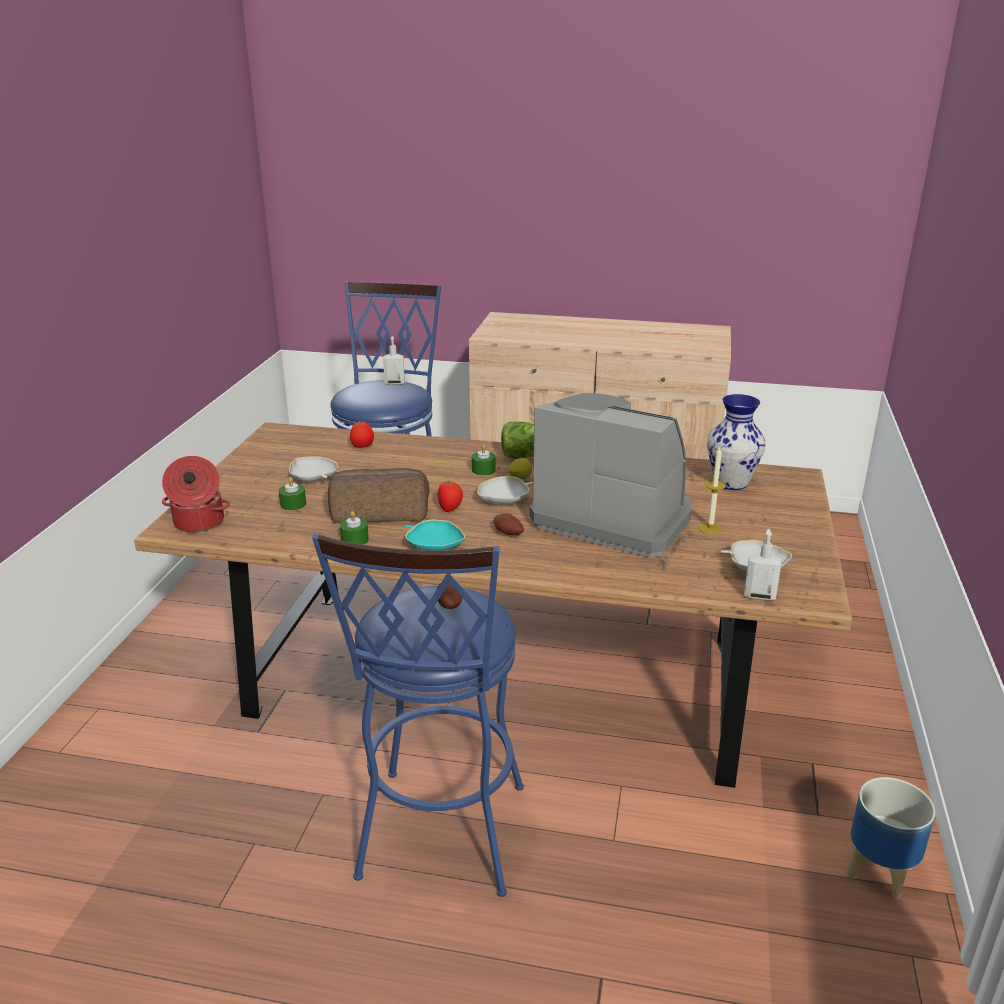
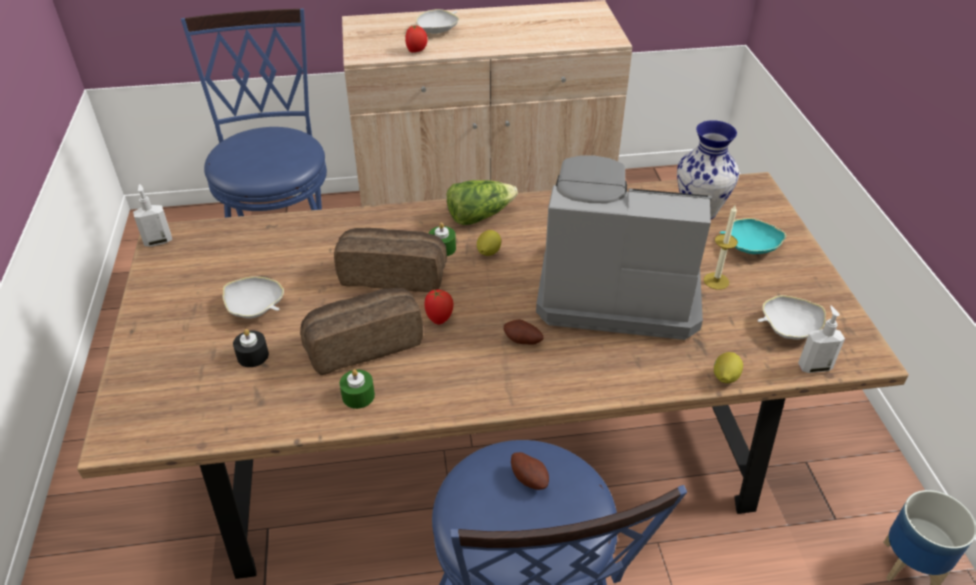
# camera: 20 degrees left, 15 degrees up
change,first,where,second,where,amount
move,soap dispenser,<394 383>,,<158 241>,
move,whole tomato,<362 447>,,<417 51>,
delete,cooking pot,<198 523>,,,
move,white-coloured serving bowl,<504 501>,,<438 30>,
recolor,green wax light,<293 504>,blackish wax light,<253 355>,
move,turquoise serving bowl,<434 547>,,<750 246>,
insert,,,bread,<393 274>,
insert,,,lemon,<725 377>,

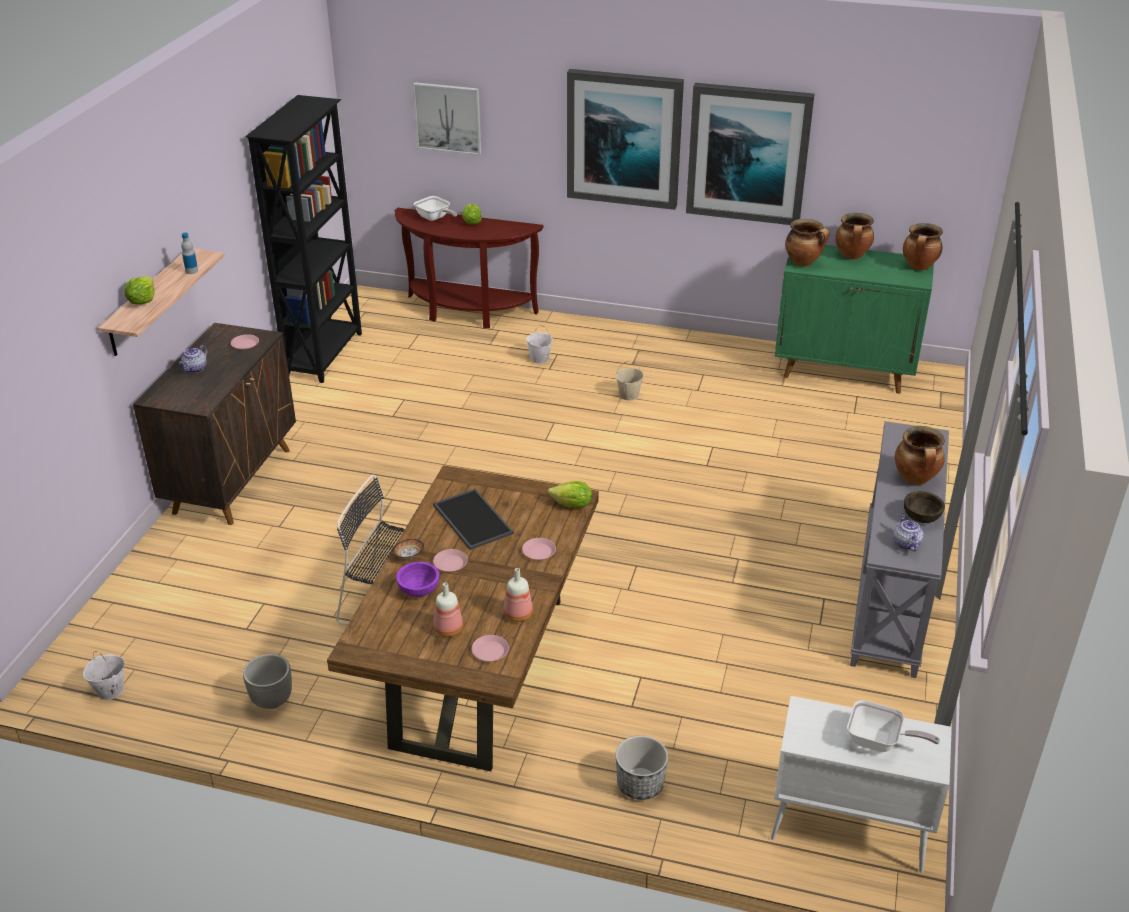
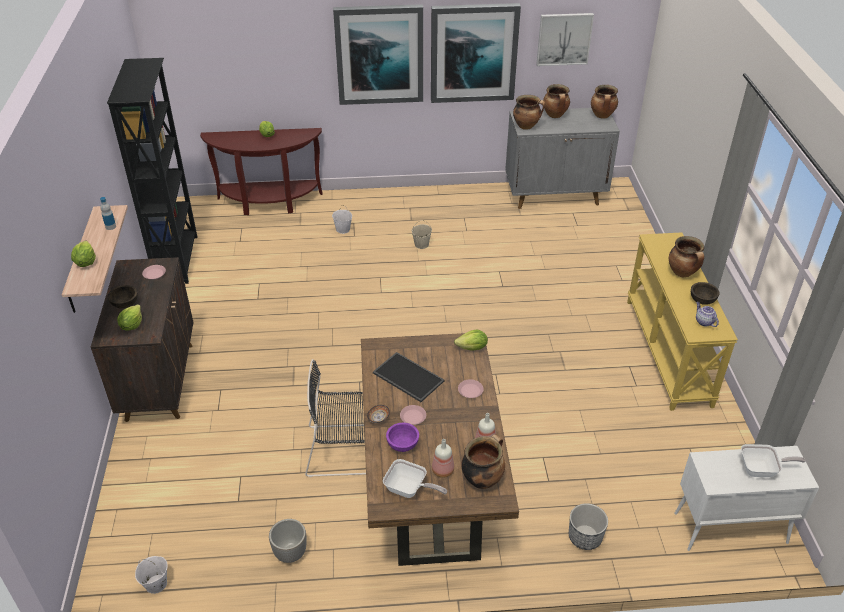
# camera: 20 degrees left, 5 degrees up
change,first,where,second,where,amount
move,picture,<448 118>,,<564 39>,
move,pan,<435 218>,,<409 490>,
recolor,green cupboard,<845 370>,grey cupboard,<555 195>,
replace,pot for tea,<195 369>,brown-coloured serving bowl,<125 304>,
recolor,grey hall table,<892 594>,yellowish hall table,<669 351>,
replace,pink-coloured dinner plate,<490 651>,cooking pot,<482 479>,
insert,,,lettuce,<132 325>,

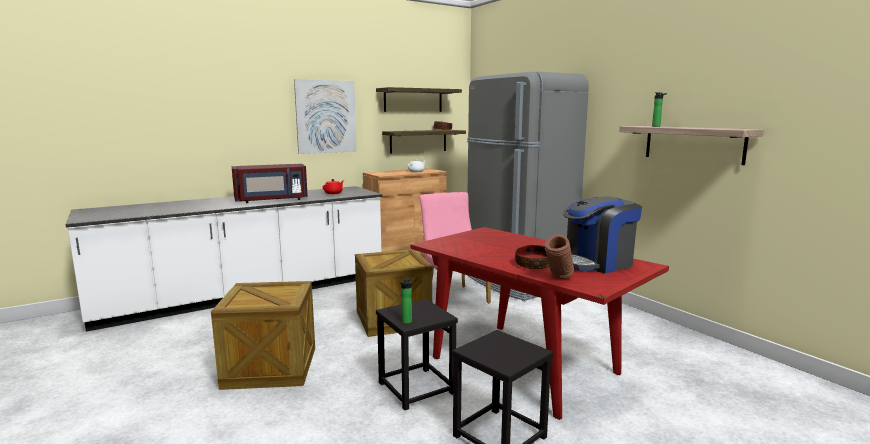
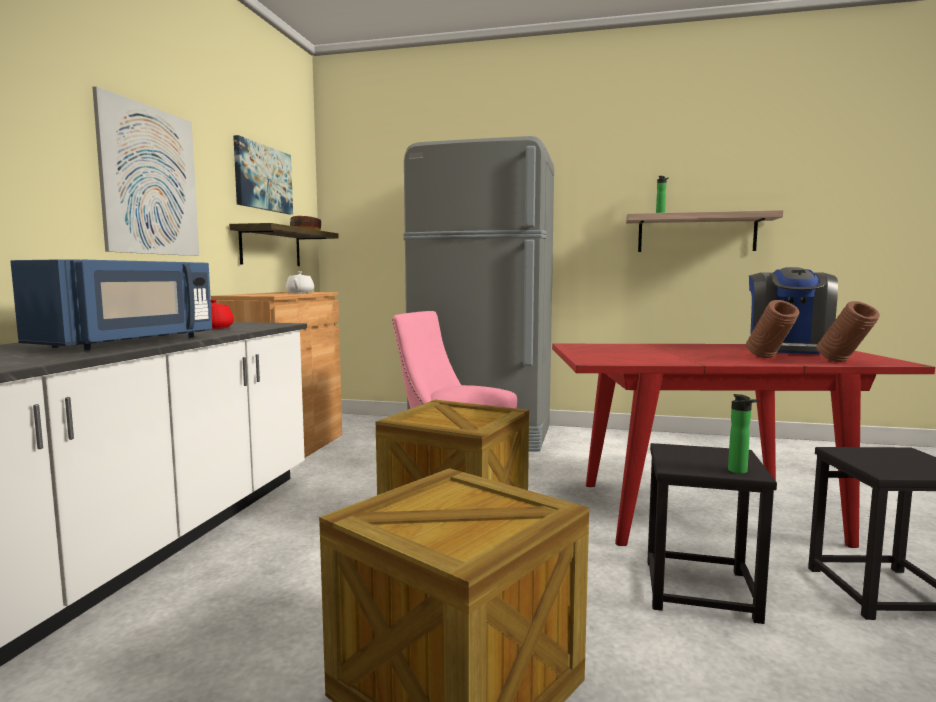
# camera: 45 degrees left, 5 degrees down
change,first,where,second,where,amount
replace,shelf,<413 100>,picture,<263 178>,
recolor,red microwave,<271 200>,bluish microwave,<130 342>,
replace,serving bowl,<533 265>,brown-coloured decorative vase,<769 358>,

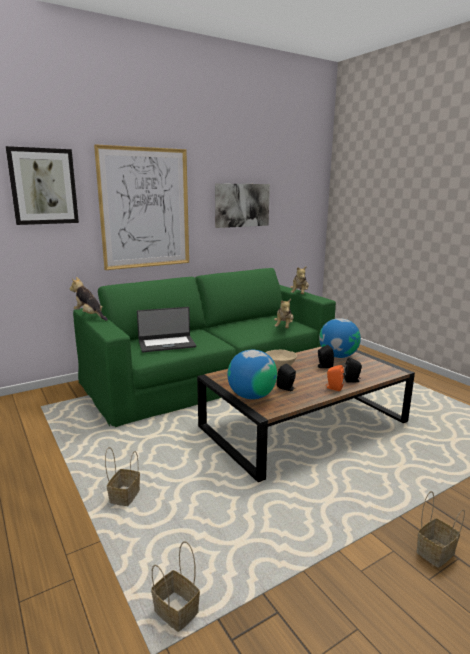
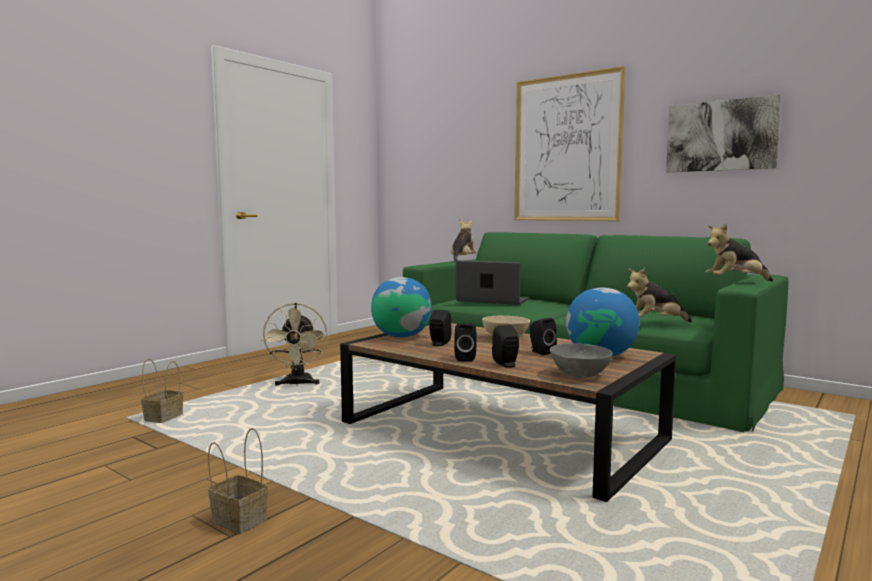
# camera: 70 degrees right, 10 degrees down
change,first,where,second,where,amount
delete,picture,<43 186>,,,
rotate,laptop,<166 344>,,<492 300>,150 degrees clockwise
recolor,orange audio speaker,<333 388>,blackish audio speaker,<465 358>,
replace,basket,<124 496>,beige cooling fan,<297 384>,
insert,,,grey serving bowl,<580 375>,

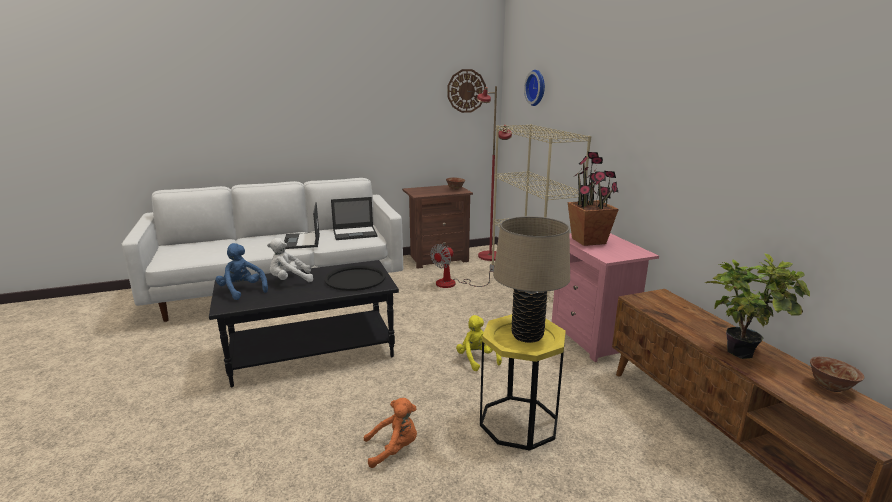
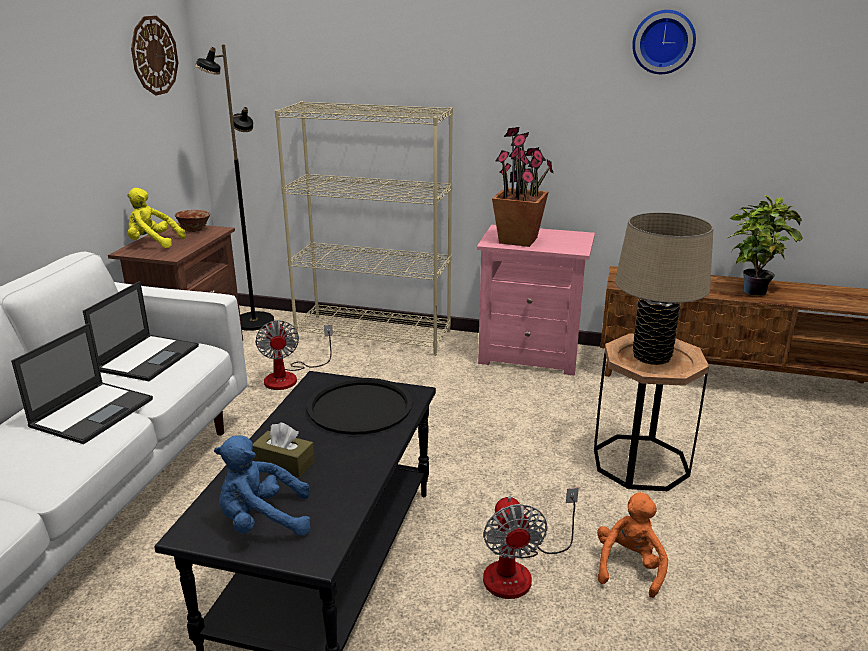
# camera: 55 degrees left, 5 degrees up
change,first,where,second,where,amount
move,hanging clock,<537 87>,,<663 42>,
recolor,red standard lamp,<490 256>,blackish standard lamp,<253 322>,
rotate,laptop,<301 241>,,<93 412>,90 degrees counterclockwise
replace,white-coloured cuddly toy,<290 280>,brown-coloured box of tissues,<284 463>,
recolor,yellowish accent table,<518 422>,brown-coloured accent table,<640 462>,
move,yellowish cuddly toy,<477 359>,,<153 243>,
delete,serving bowl,<830 386>,,,
insert,,,cooling fan,<519 570>,

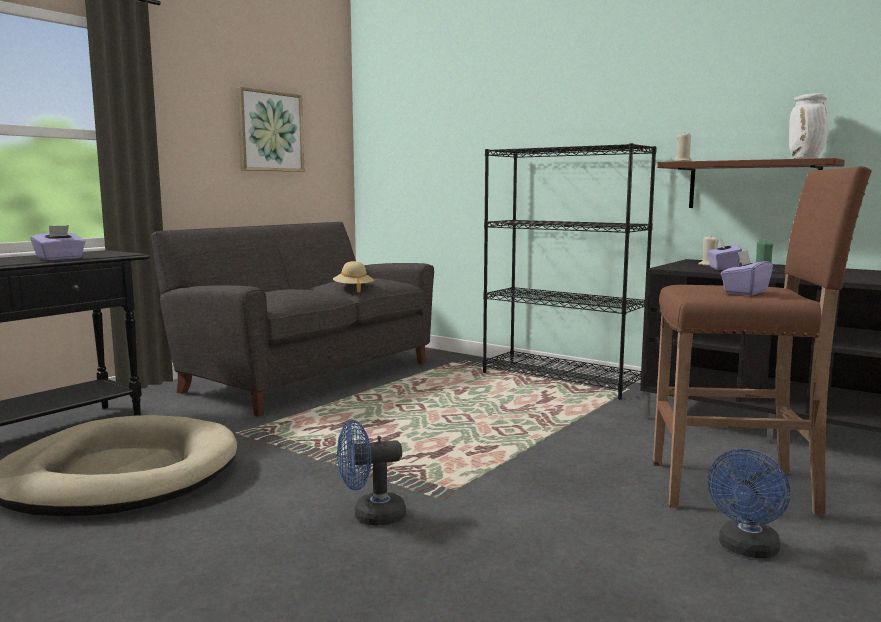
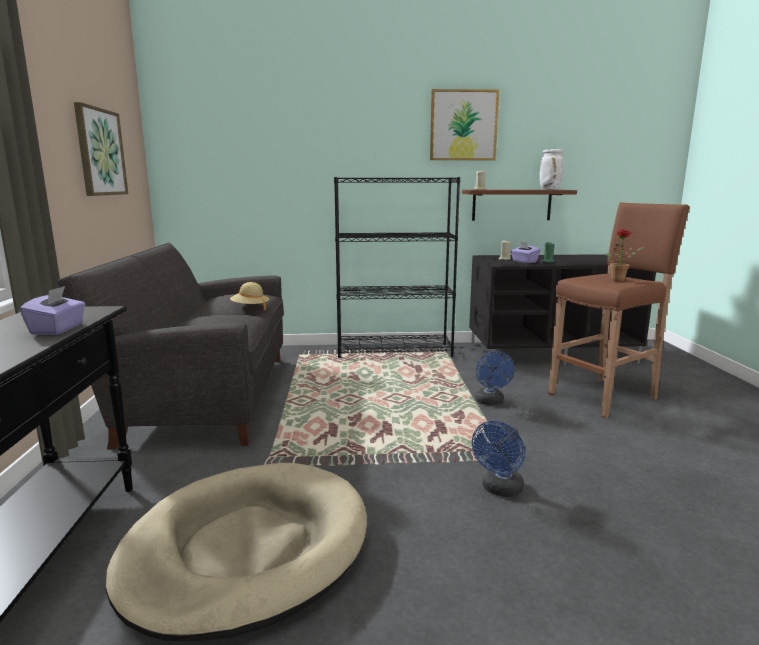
# camera: 40 degrees left, 5 degrees up
change,first,where,second,where,amount
replace,purple box of tissues,<745 292>,potted plant,<620 280>,
move,bluish cooling fan,<746 550>,,<490 402>,
insert,,,picture,<463 125>,

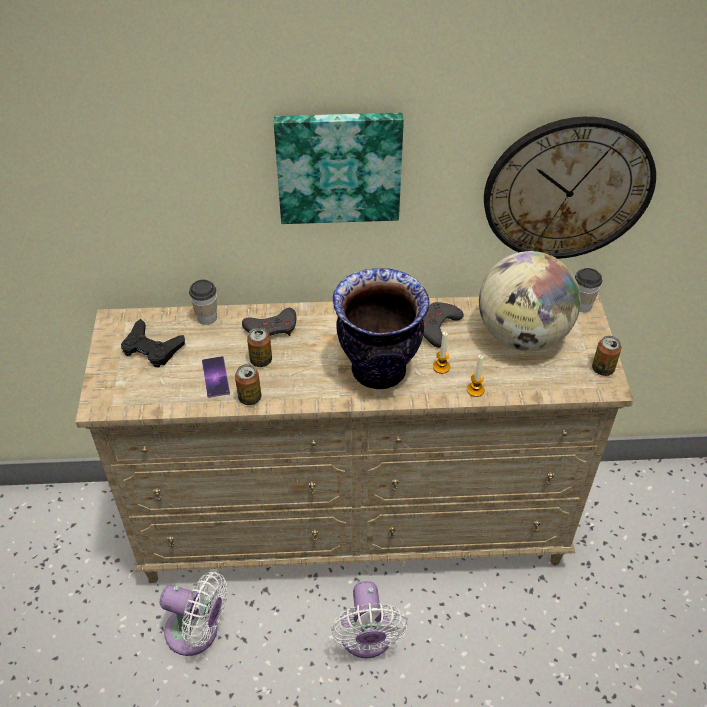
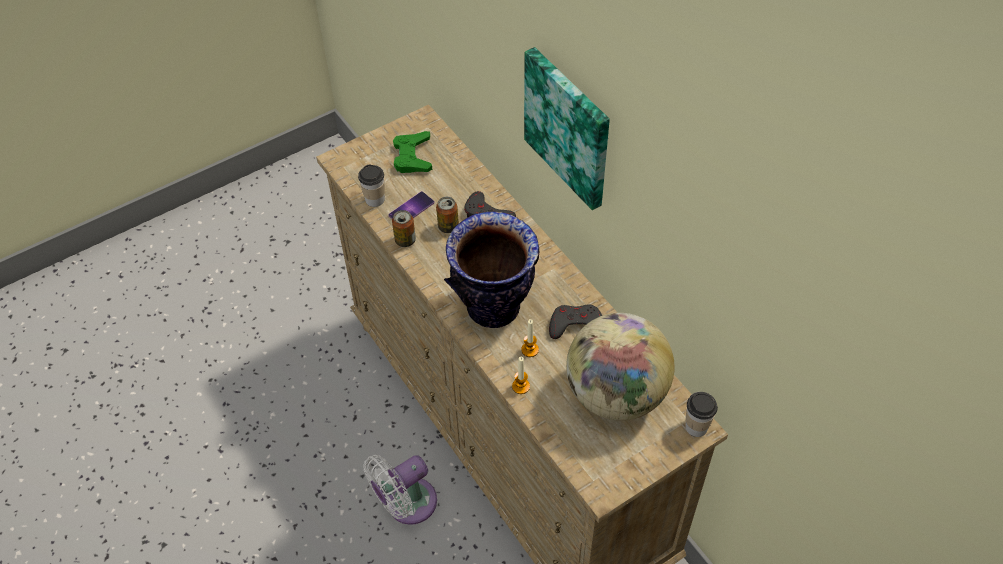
# camera: 60 degrees right, 5 degrees up
change,first,where,second,where,amount
delete,hanging clock,<567 189>,,,
move,small cup,<207 317>,,<375 199>,
recolor,blackish joypad,<152 348>,green joypad,<412 156>,
delete,metal can,<602 369>,,,
delete,white-coloured cooling fan,<197 632>,,,

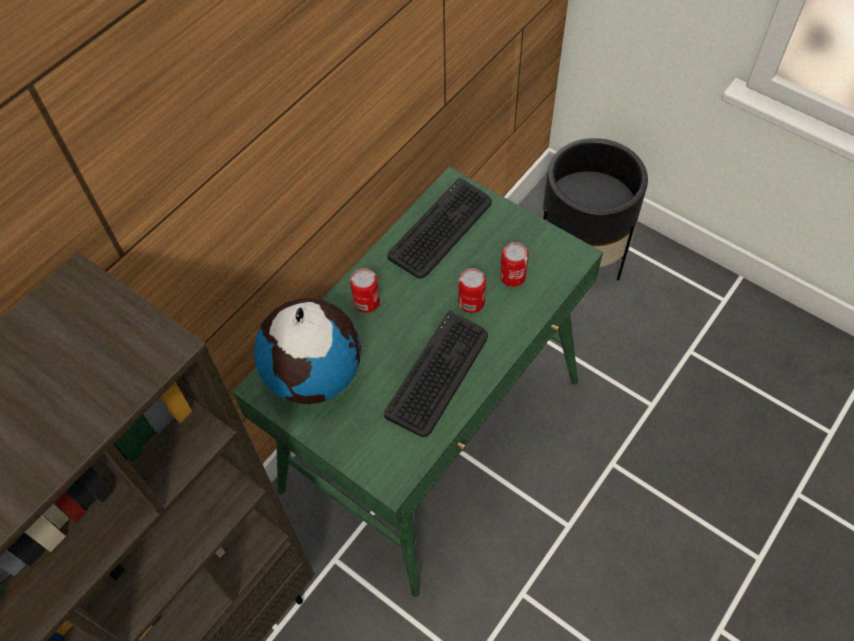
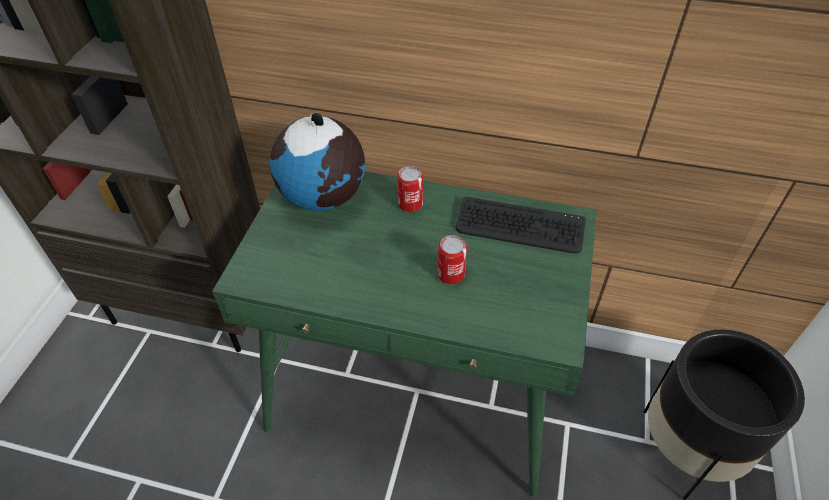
# camera: 65 degrees right, 10 degrees down
change,first,where,second,where,amount
delete,metal can,<512 277>,,,
delete,PC keyboard,<438 374>,,,

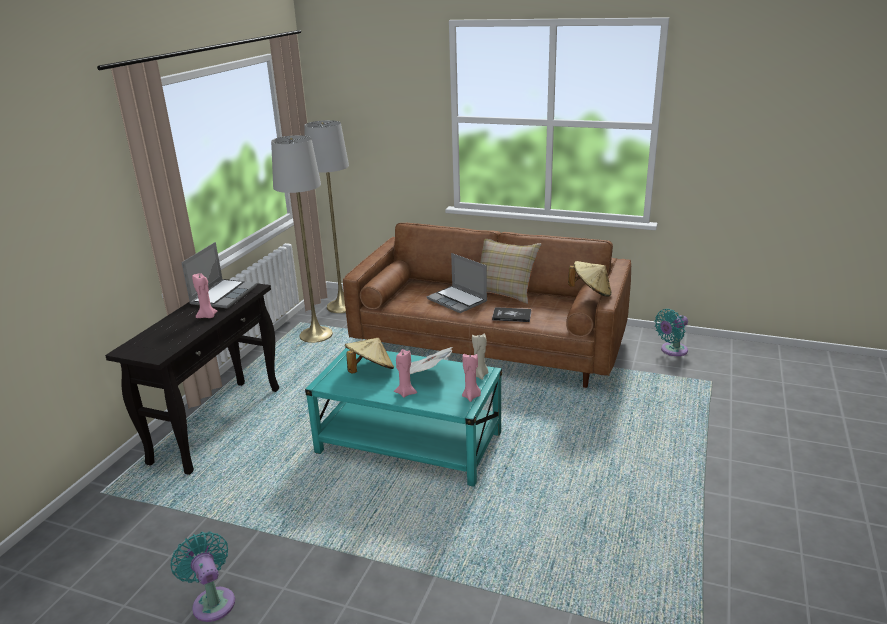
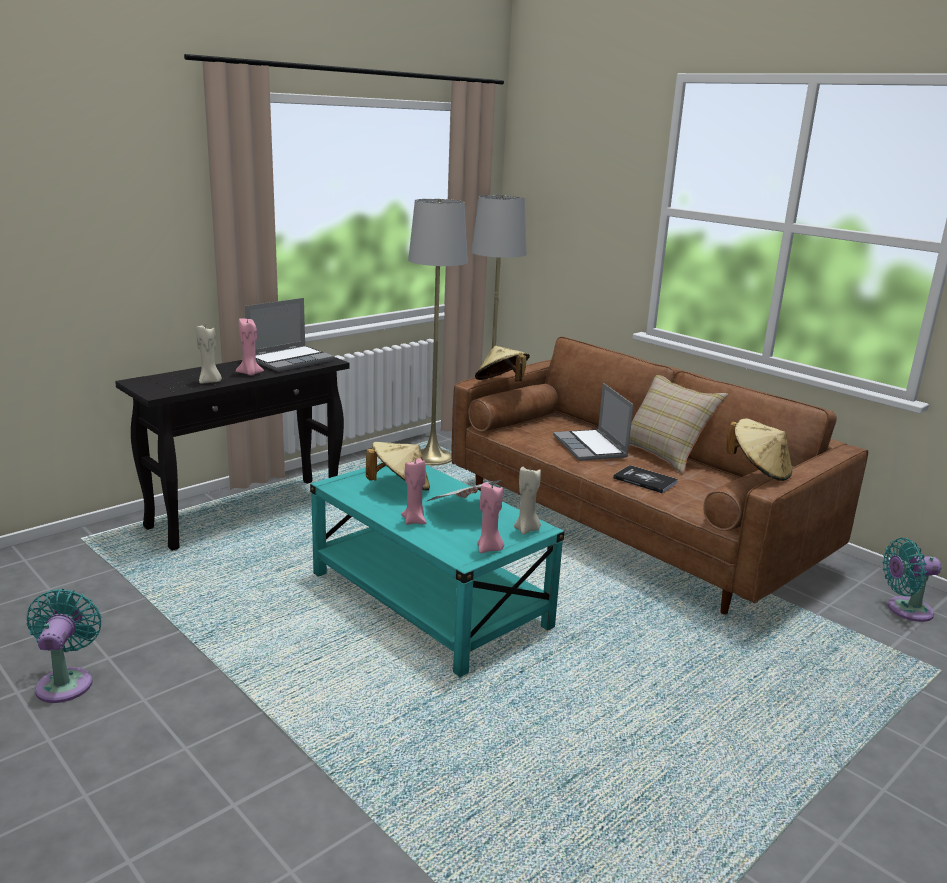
# camera: 25 degrees right, 5 degrees down
change,first,where,second,where,amount
insert,,,beige wax light,<210 382>,
insert,,,beige clothing hat,<501 384>,

